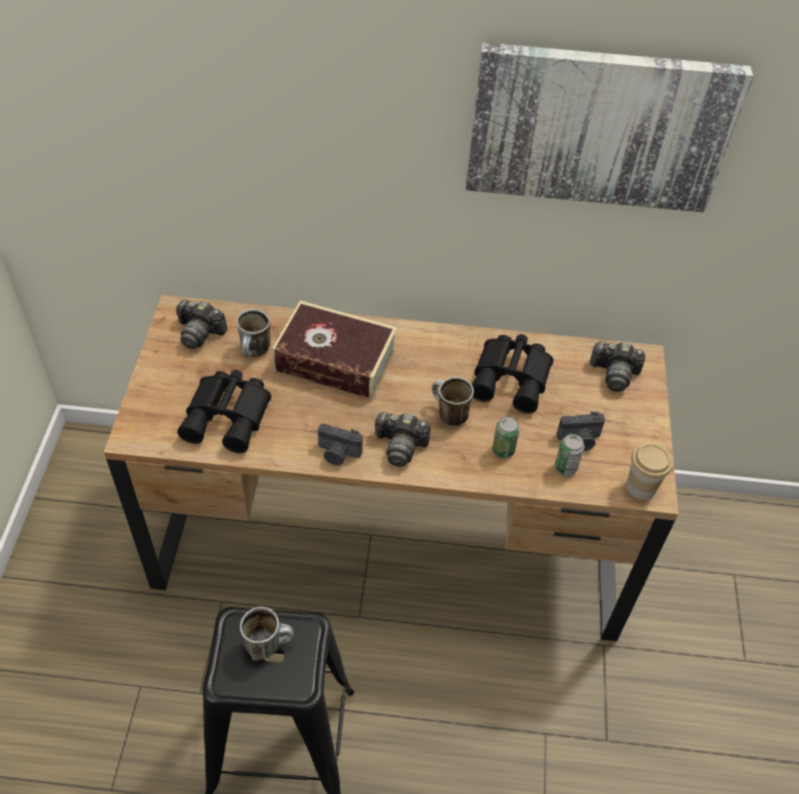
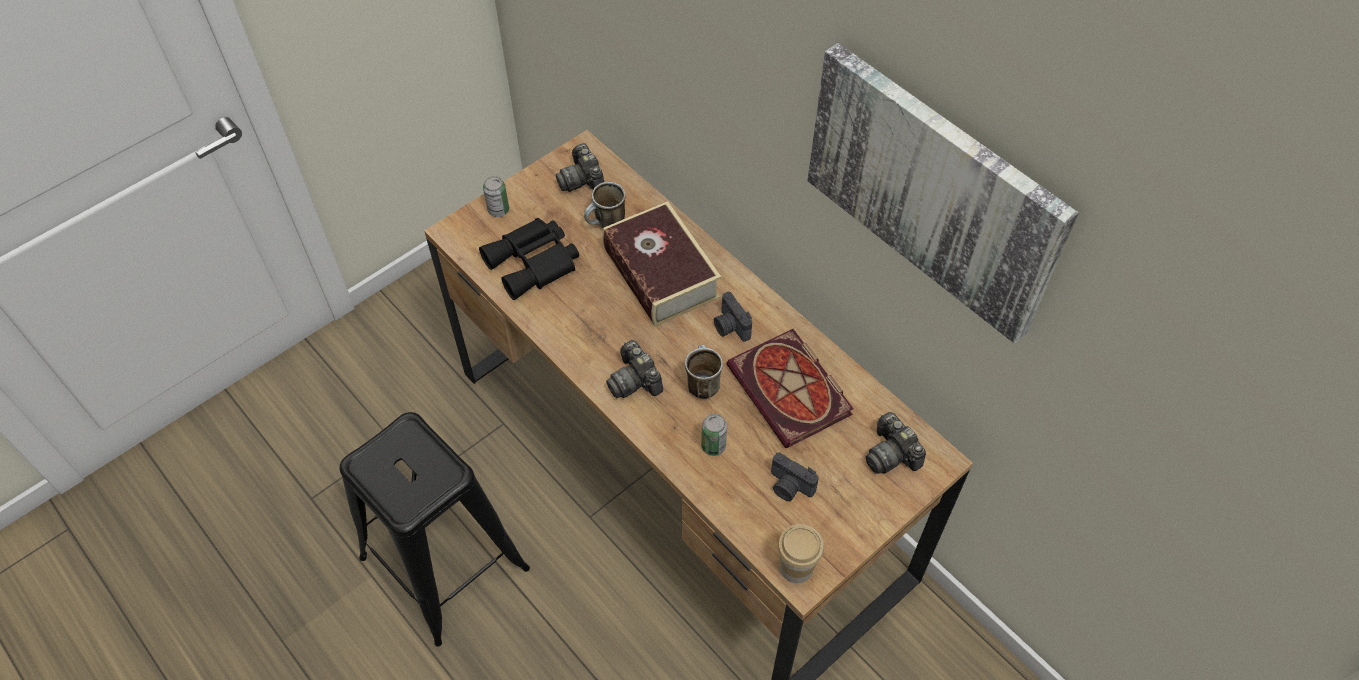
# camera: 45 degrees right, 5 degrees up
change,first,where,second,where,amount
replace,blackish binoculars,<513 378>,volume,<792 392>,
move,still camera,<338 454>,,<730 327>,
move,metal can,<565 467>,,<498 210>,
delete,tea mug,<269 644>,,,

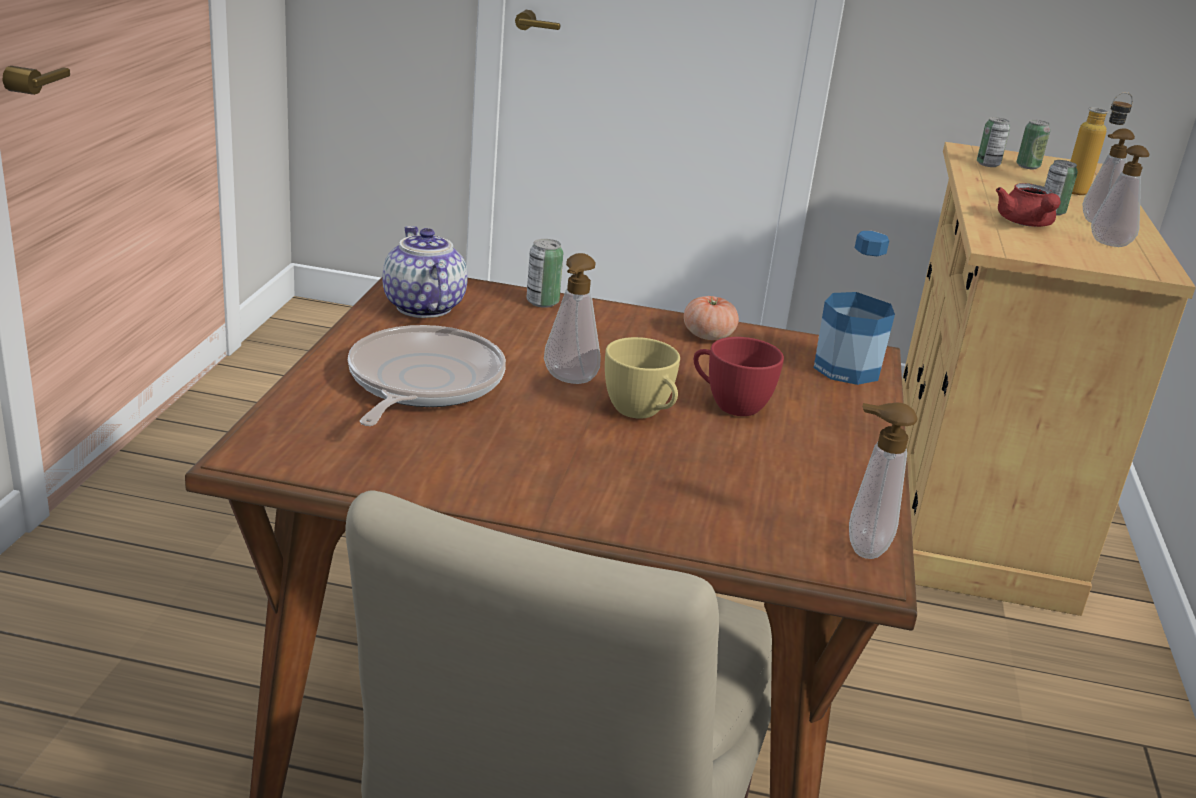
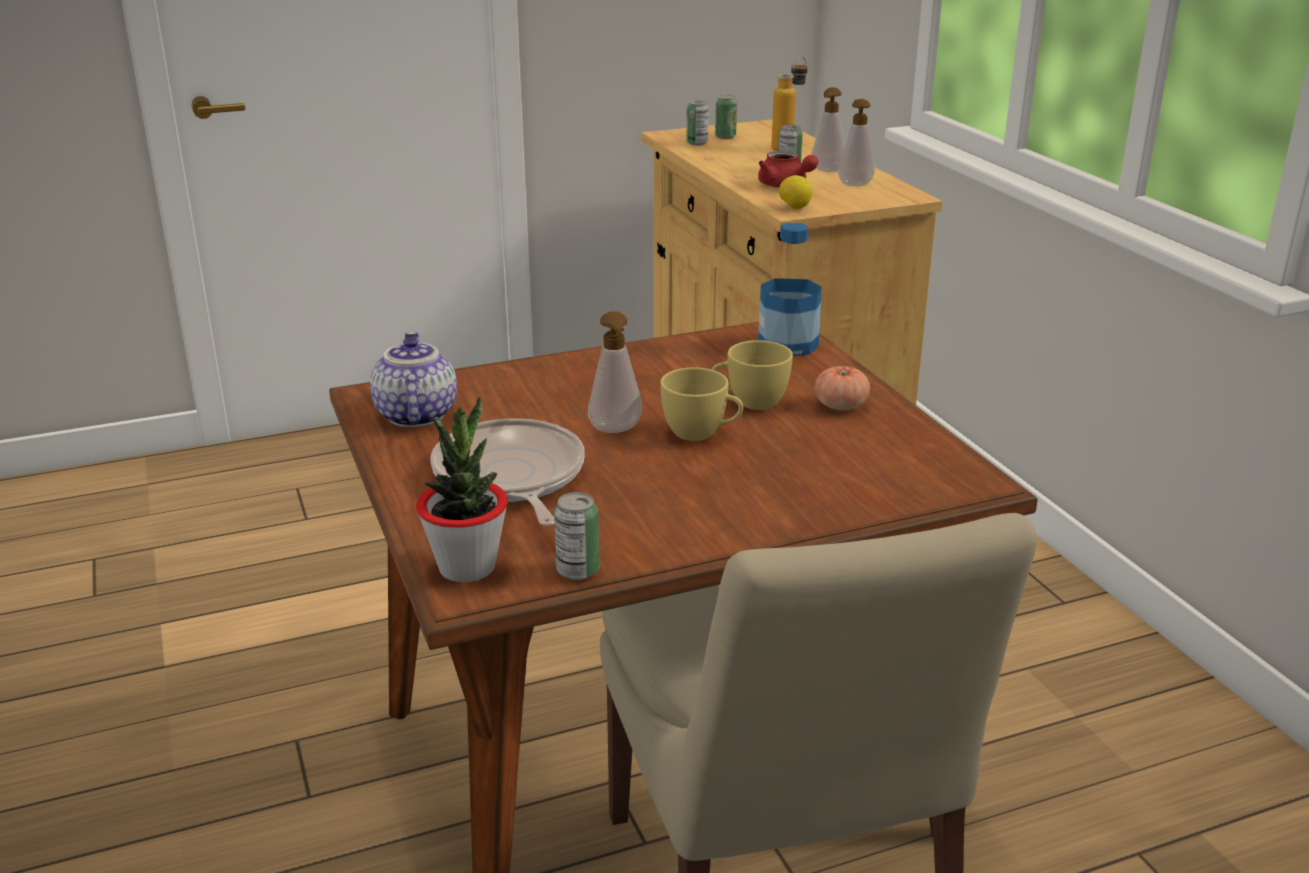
# camera: 30 degrees left, 0 degrees up
change,first,where,second,where,amount
rotate,pot for tea,<421 307>,,<414 415>,45 degrees clockwise
move,metal can,<542 302>,,<578 571>,
move,whole tomato,<708 335>,,<840 405>,
recolor,red small cup,<729 404>,yellowish small cup,<750 403>,
delete,soap dispenser,<861 547>,,,
insert,,,lemon,<794 208>,
insert,,,potted plant,<467 567>,

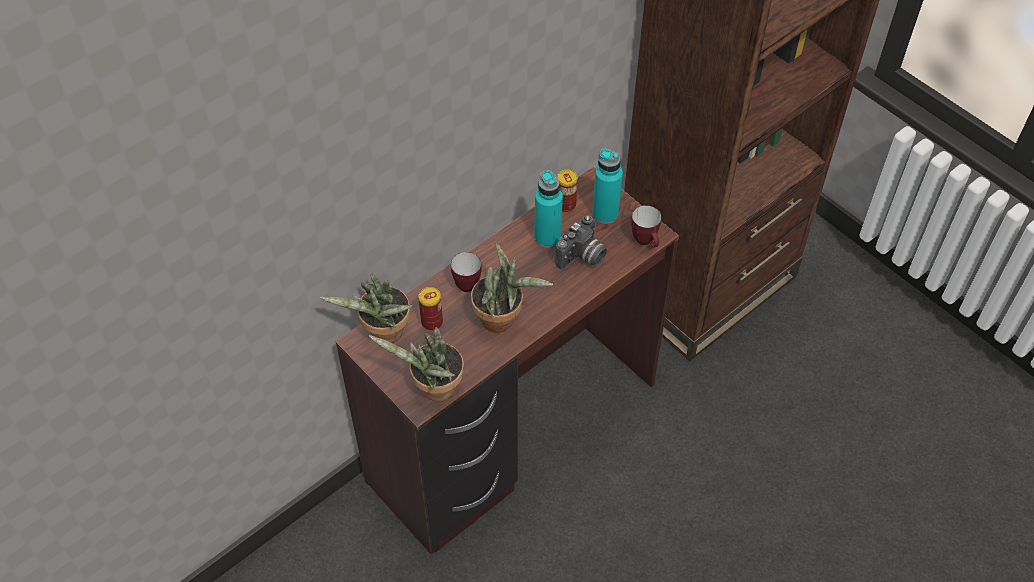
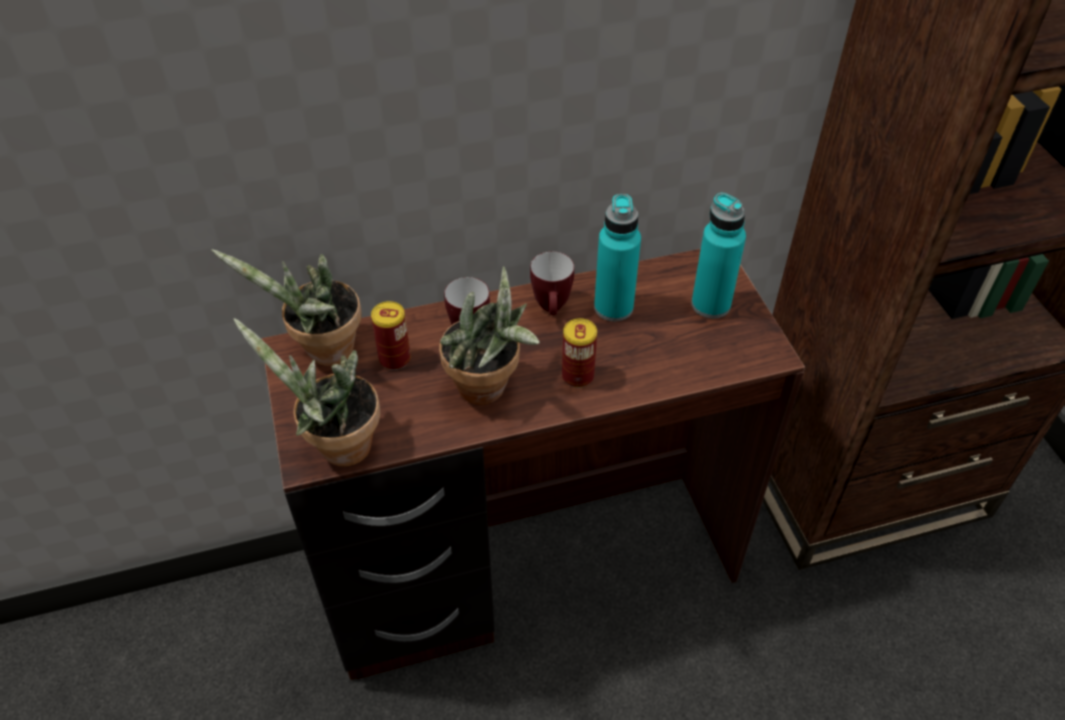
# camera: 25 degrees right, 5 degrees down
change,first,where,second,where,amount
move,metal can,<566 205>,,<577 376>,
move,tea mug,<646 242>,,<552 309>,
delete,still camera,<582 257>,,,

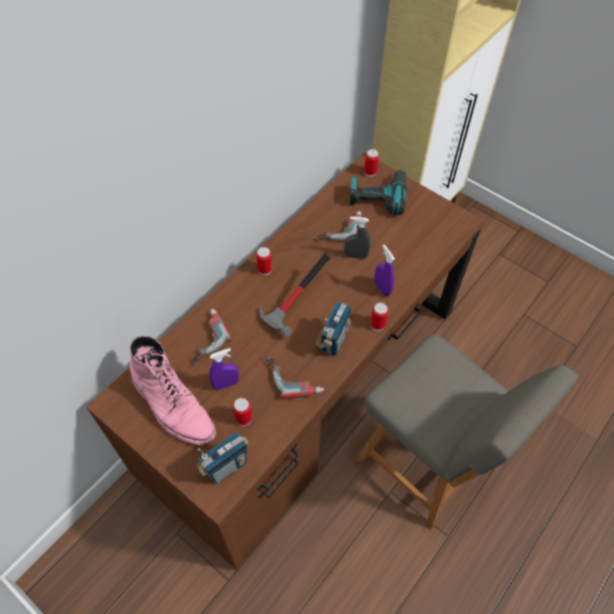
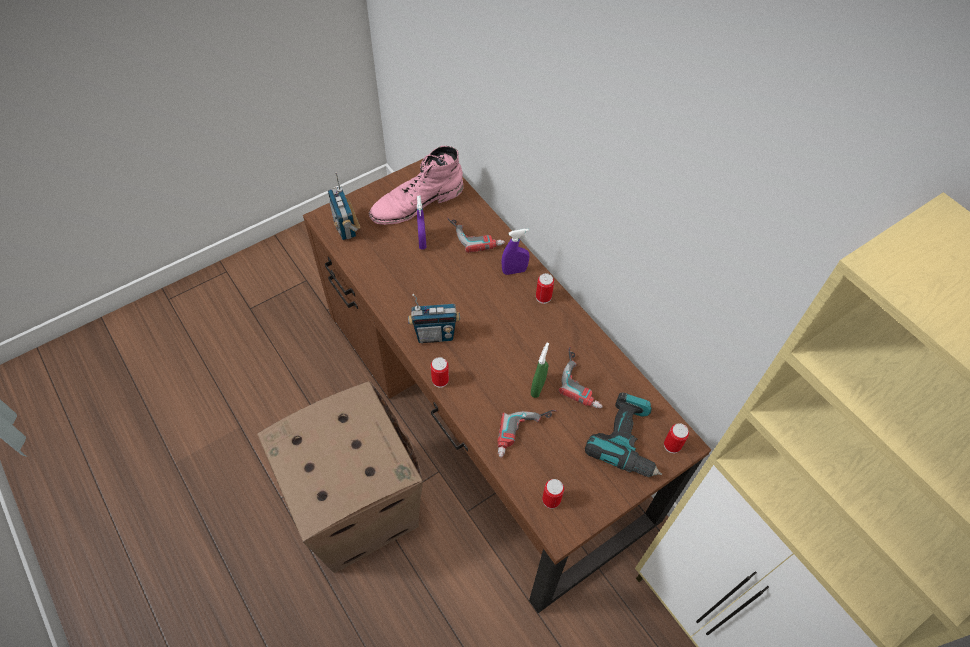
# camera: 105 degrees right, 0 degrees up
change,first,where,second,where,amount
recolor,grey hand sprayer,<356 255>,green hand sprayer,<538 387>,
move,purple hand sprayer,<382 288>,,<514 271>,
delete,tool hammer,<296 307>,,,
rotate,radio,<333 341>,,<435 335>,45 degrees counterclockwise
replace,grey plain chair,<428 463>,packing box,<358 508>,
move,drill,<294 376>,,<526 435>,
move,metal can,<244 418>,,<551 500>,

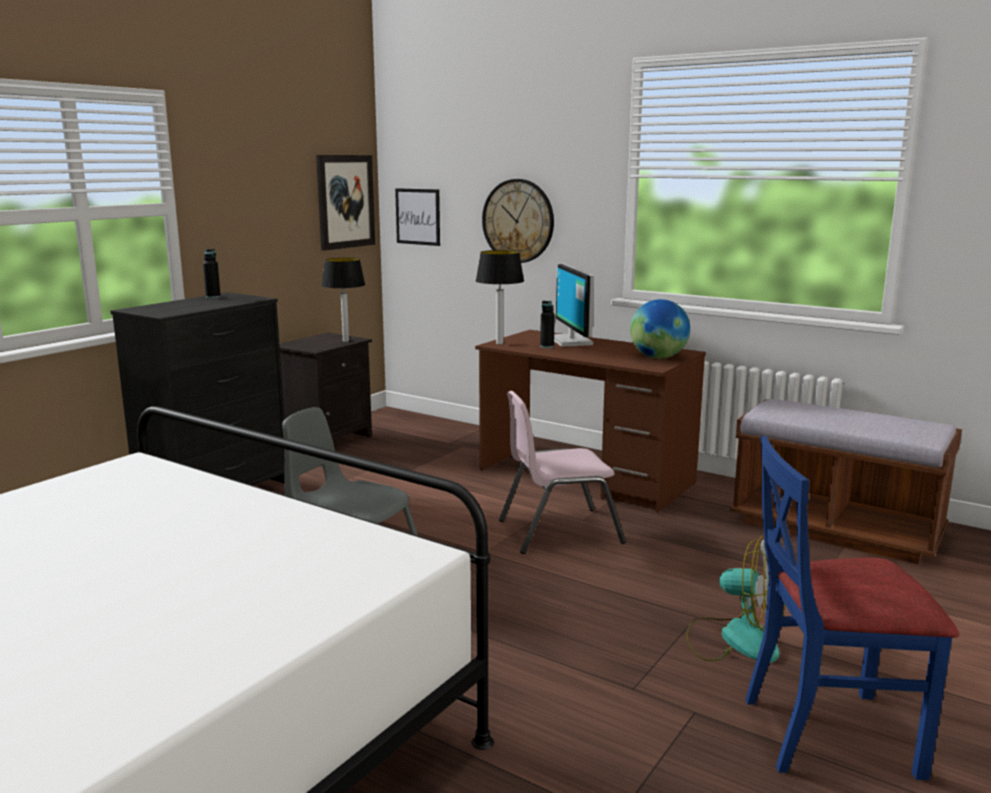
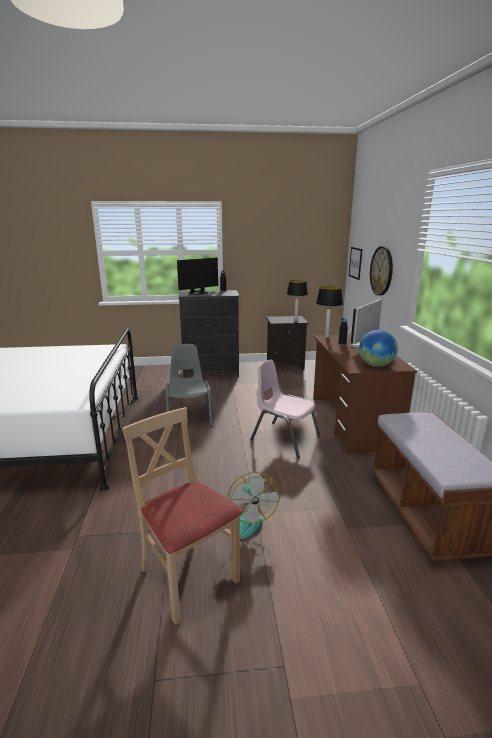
# camera: 50 degrees right, 5 degrees up
change,first,where,second,where,amount
delete,picture,<345 201>,,,
recolor,bluish plain chair,<829 733>,beige plain chair,<188 576>,
insert,,,computer display,<198 293>,

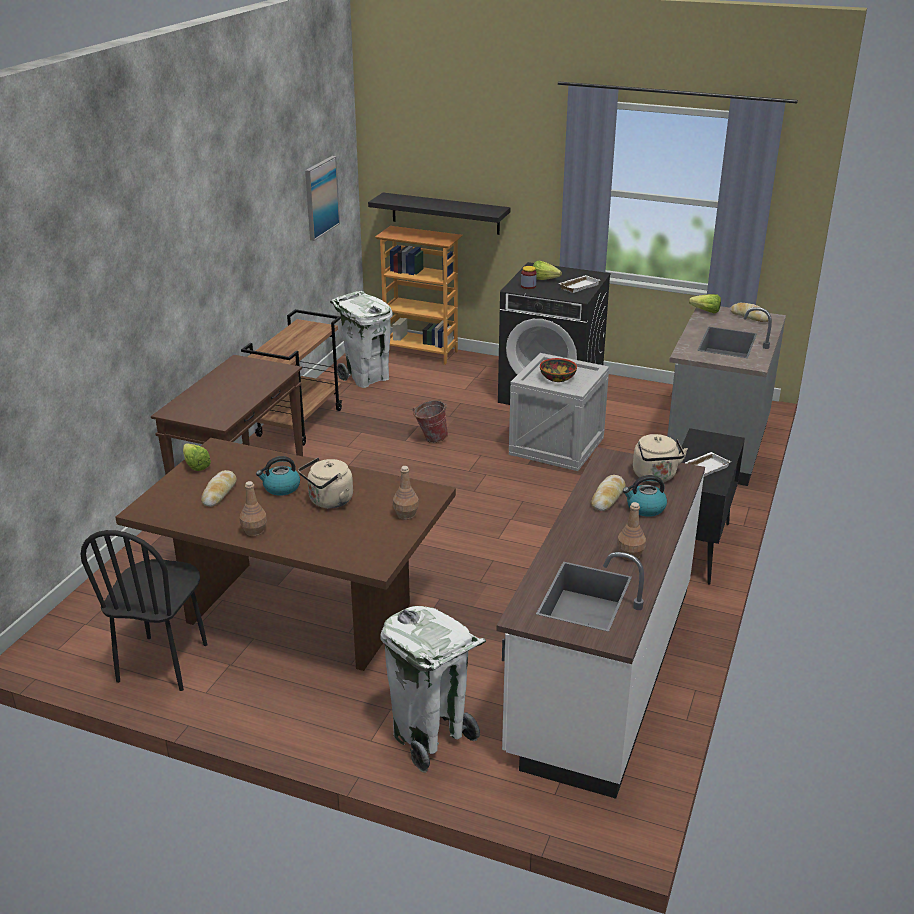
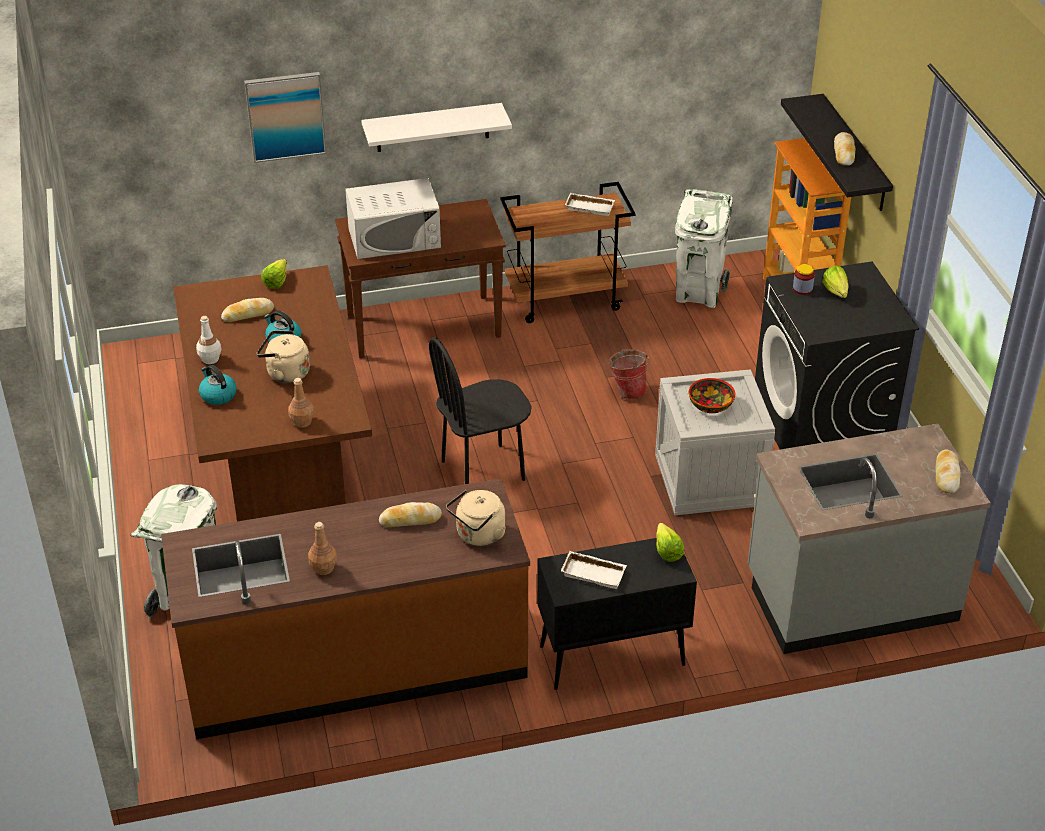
# camera: 55 degrees right, 10 degrees up
change,first,where,second,where,amount
move,picture,<321 197>,,<285 116>,
move,white-coloured serving tray,<578 286>,,<590 207>,
move,lettuce,<703 311>,,<667 549>,
recolor,white-coloured counter,<600 669>,brown-coloured counter,<355 665>,
move,tea kettle,<645 508>,,<217 395>,
recolor,brown-coloured drink bottle,<254 531>,white-coloured drink bottle,<210 359>,
move,blackish plain chair,<163 663>,,<483 471>,
insert,,,white-coloured shelf,<432 127>,
insert,,,bread,<844 153>,
insert,,,white-coloured microwave,<394 238>,

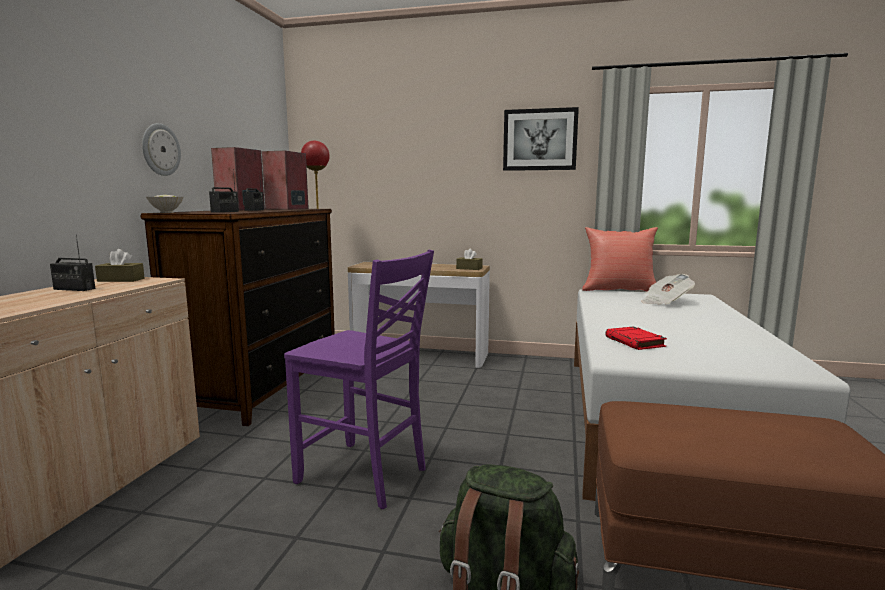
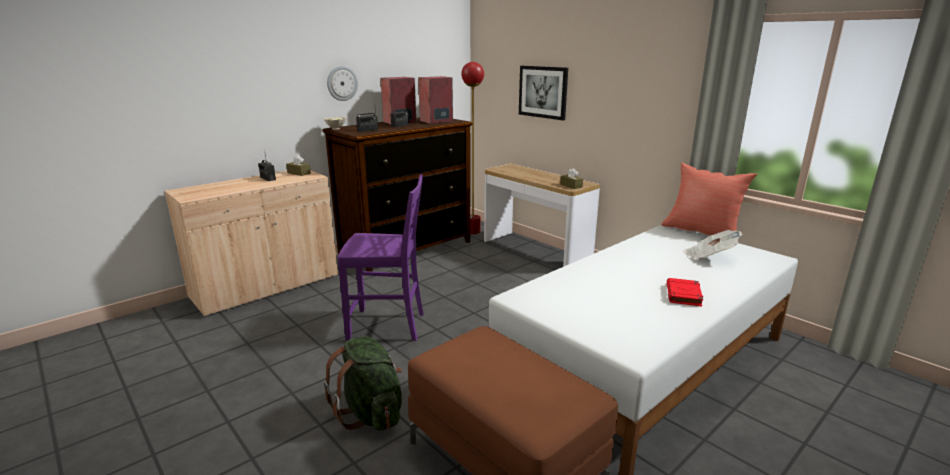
# camera: 35 degrees right, 10 degrees up
change,first,where,second,where,amount
move,picture,<540 140>,,<543 92>,
rotate,purple plain chair,<364 475>,,<388 326>,60 degrees counterclockwise
move,red volume,<635 342>,,<683 295>,

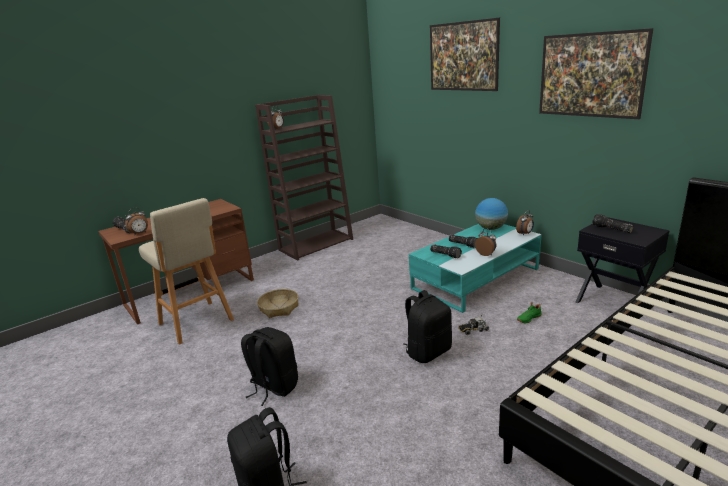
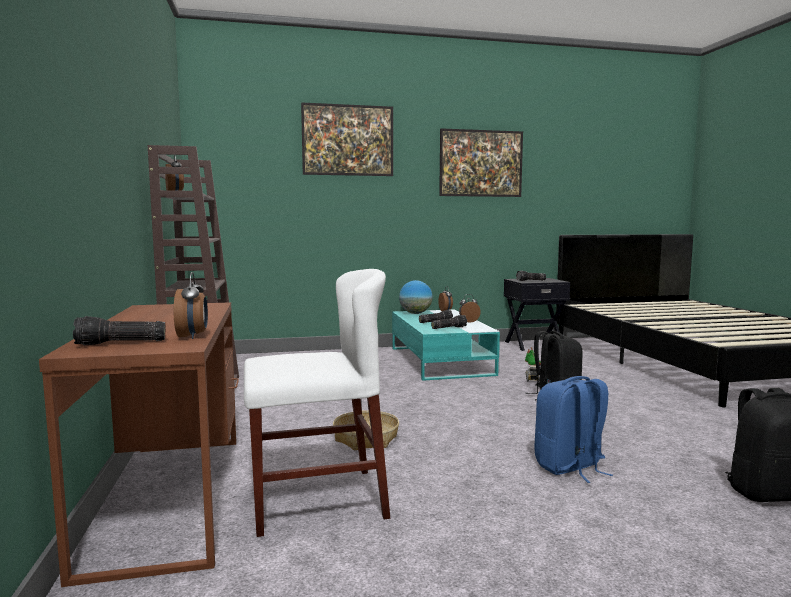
# camera: 65 degrees left, 15 degrees down
change,first,where,second,where,amount
replace,beige sitting stool,<197 323>,white-coloured plain chair,<317 500>,
recolor,blackish knapsack,<273 387>,bluish knapsack,<570 467>,

